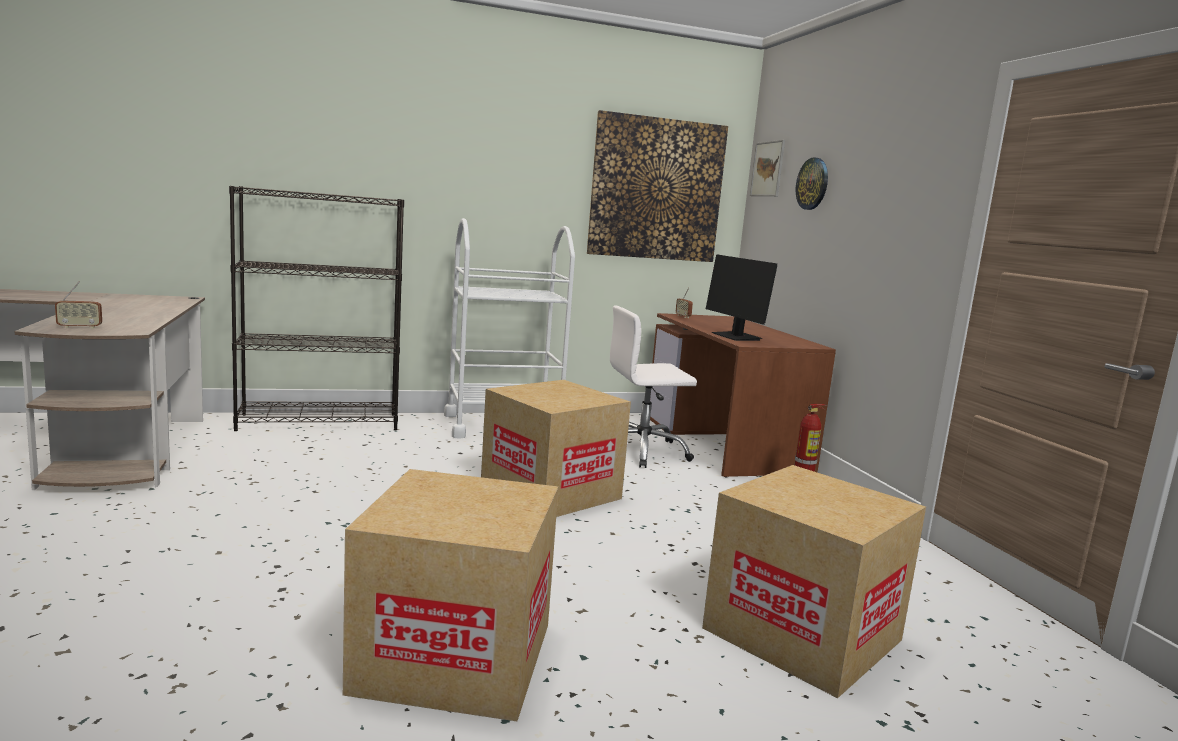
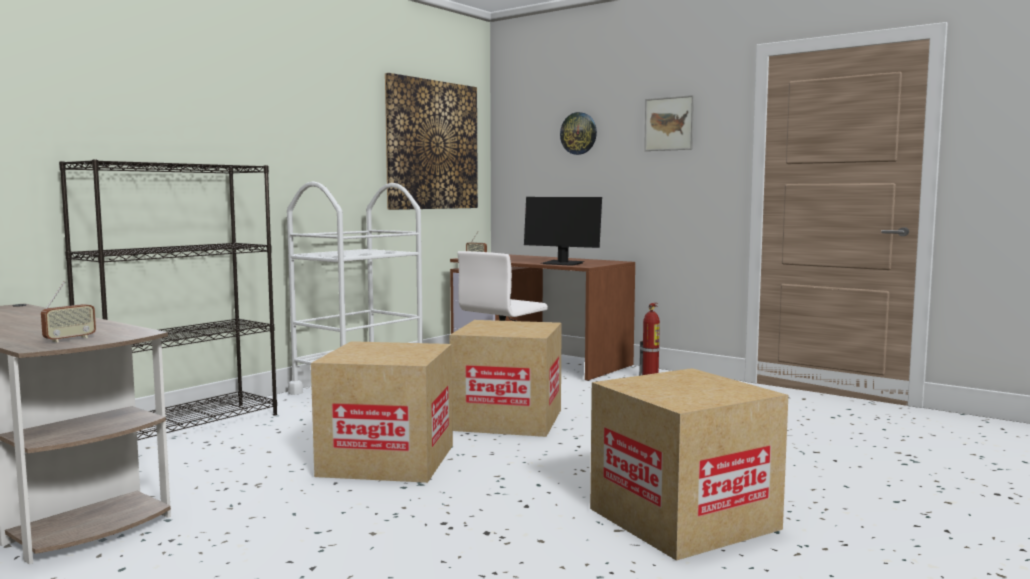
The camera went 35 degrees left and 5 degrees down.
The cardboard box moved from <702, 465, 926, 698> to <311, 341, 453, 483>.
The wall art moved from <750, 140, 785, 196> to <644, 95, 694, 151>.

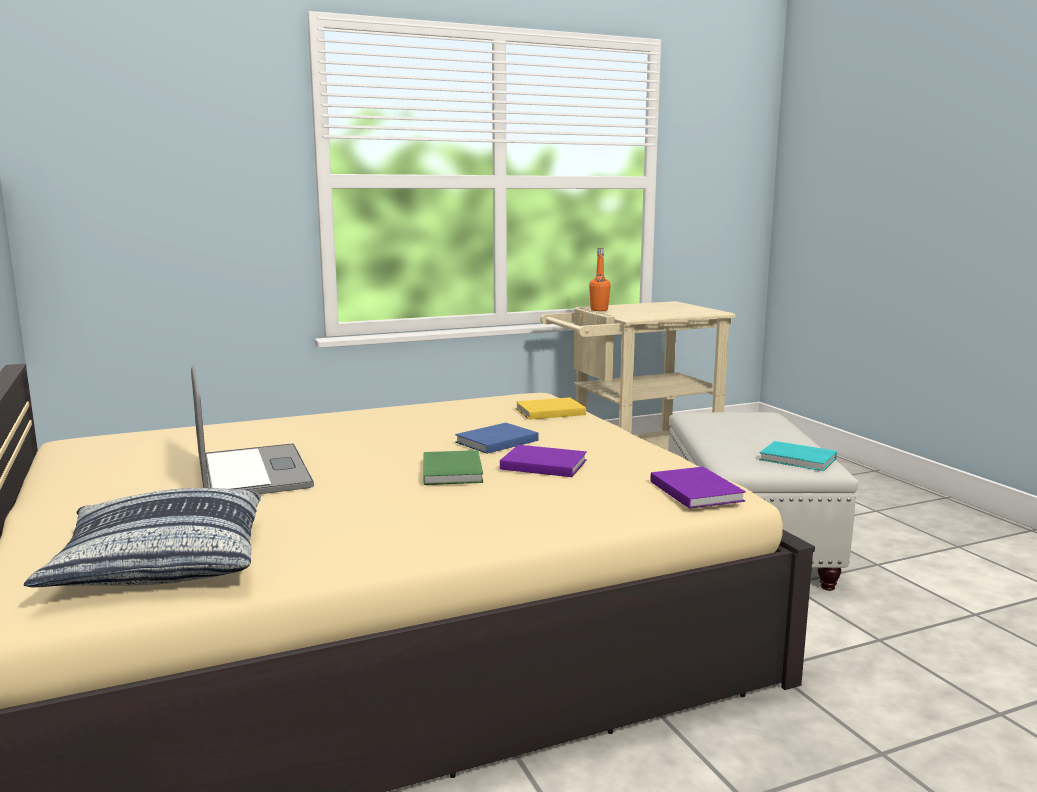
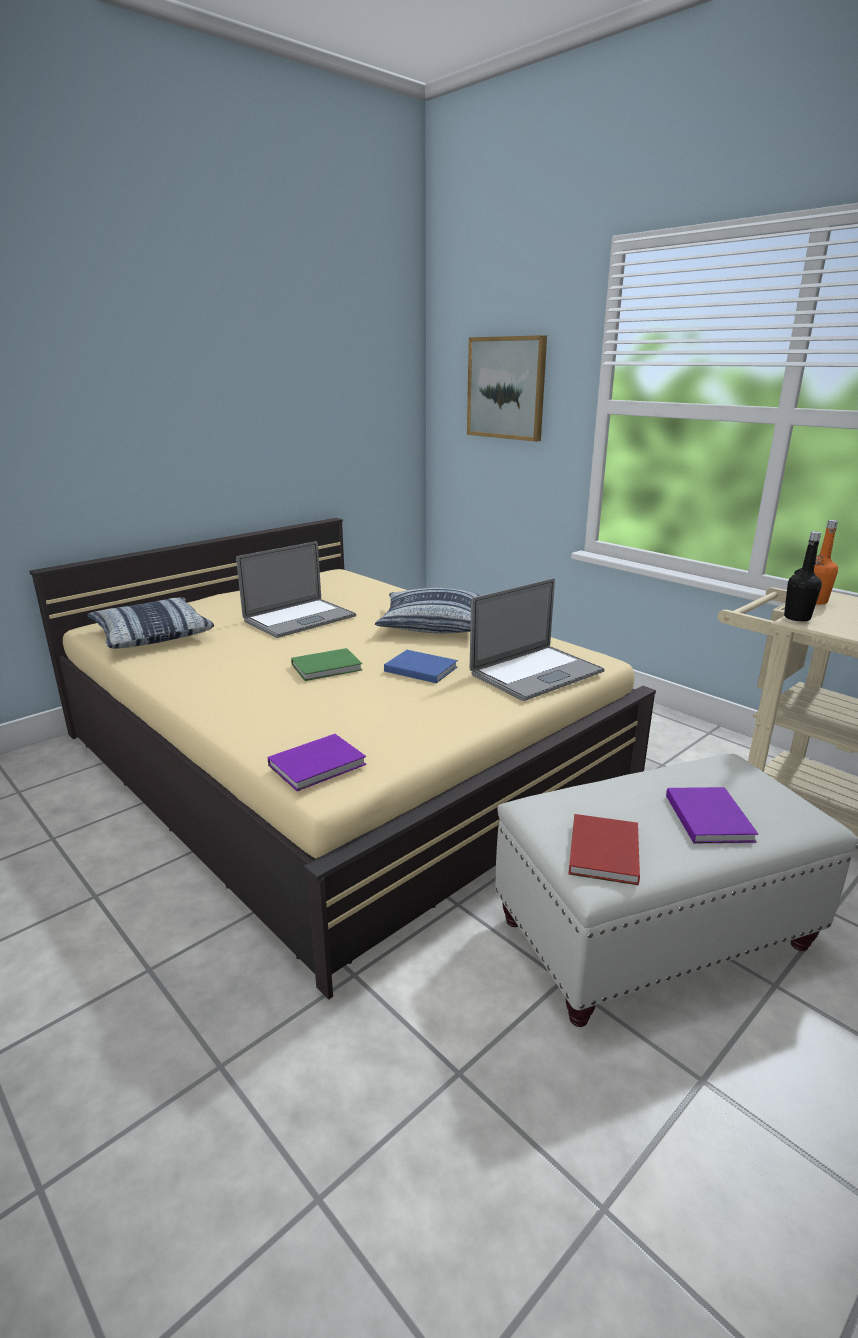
The camera went 70 degrees right and 10 degrees up.
The throw pillow at <375, 588, 480, 633> appeared.
The wall art at <467, 335, 547, 442> appeared.
The book/yellow at <516, 397, 586, 420> was replaced by the notebook computer at <470, 578, 604, 701>.
The book/turquoise-coloured at <759, 441, 837, 471> became the book/red-coloured at <568, 814, 640, 885>.
The book/purple-coloured moved from <500, 445, 587, 477> to <666, 787, 758, 843>.
The beverage bottle/black at <784, 531, 822, 622> appeared.

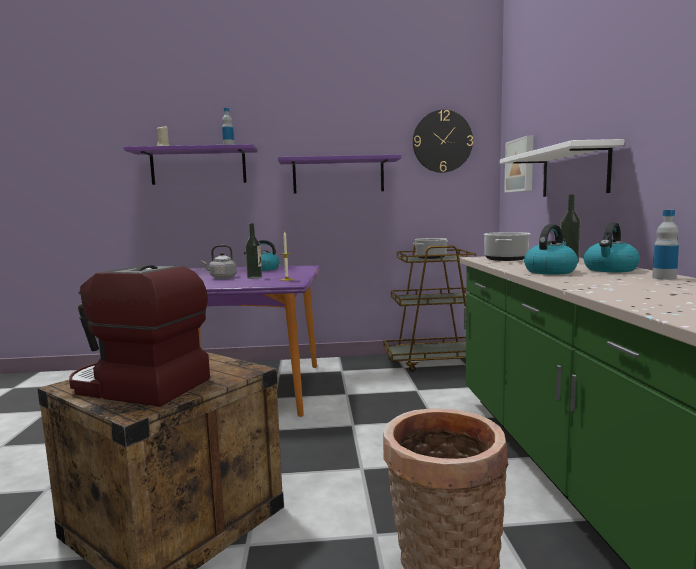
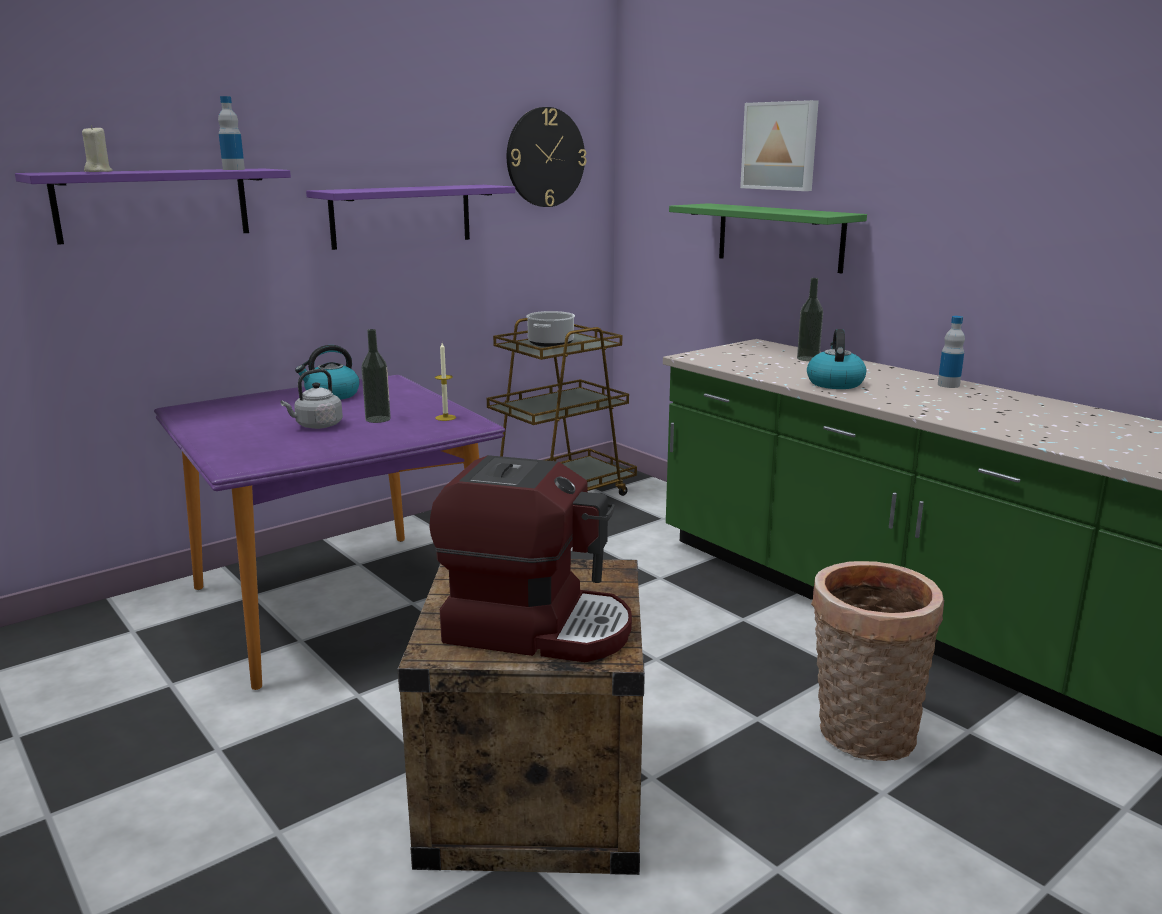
The camera went 35 degrees left and 10 degrees up.
The coffee machine at <69, 265, 210, 407> turned 150 degrees counterclockwise.
The shelf/whitish at <500, 139, 624, 197> became the shelf/green at <669, 203, 867, 273>.
The wall art moved from <504, 135, 533, 193> to <740, 100, 819, 191>.
The saucepot at <484, 232, 530, 261> disappeared.
The kettle at <584, 222, 640, 272> disappeared.

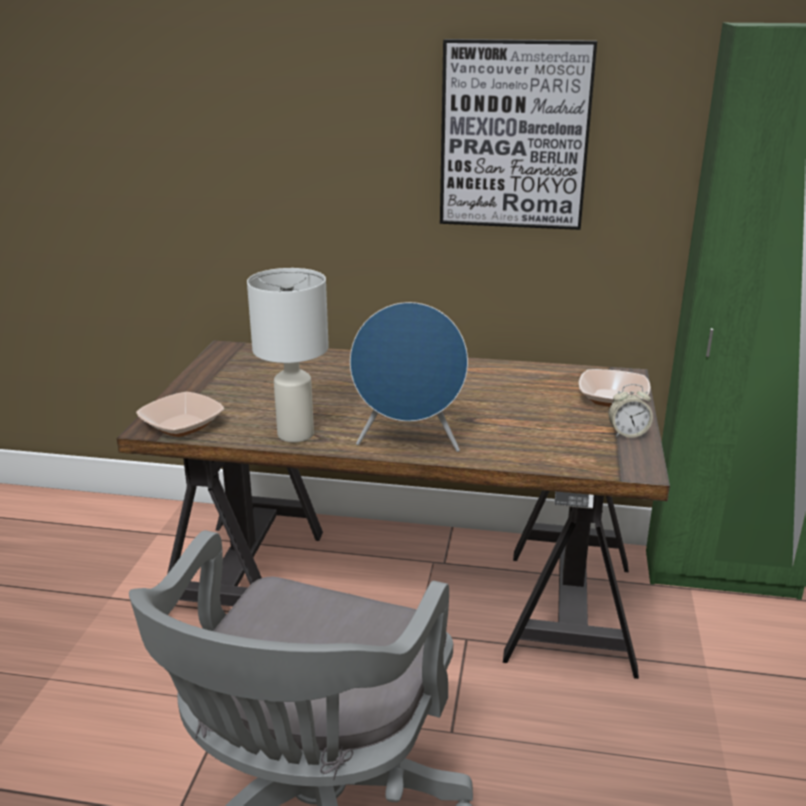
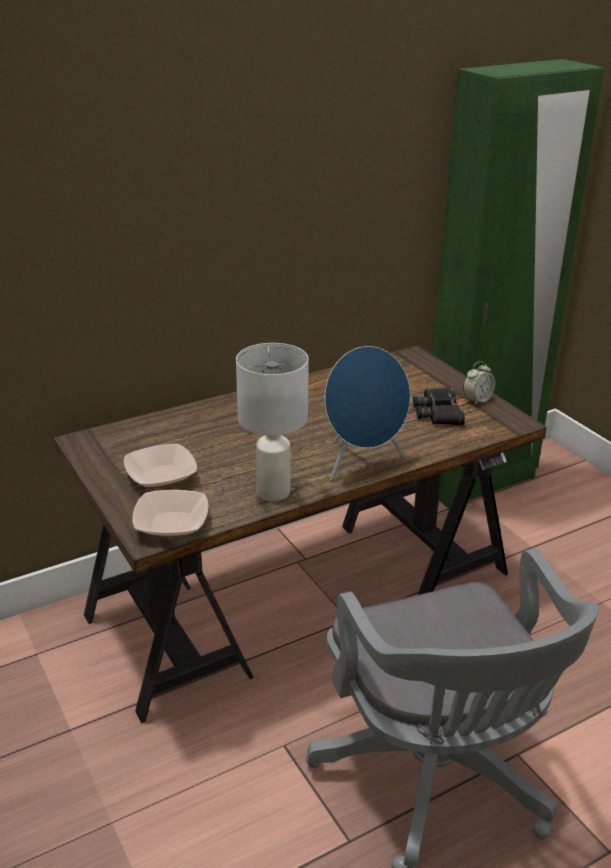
The camera went 40 degrees left and 5 degrees up.
The serving bowl moved from <579, 369, 651, 407> to <124, 444, 197, 489>.
The pair of binoculars/black at <413, 388, 465, 425> appeared.
The wall art at <440, 39, 597, 230> disappeared.

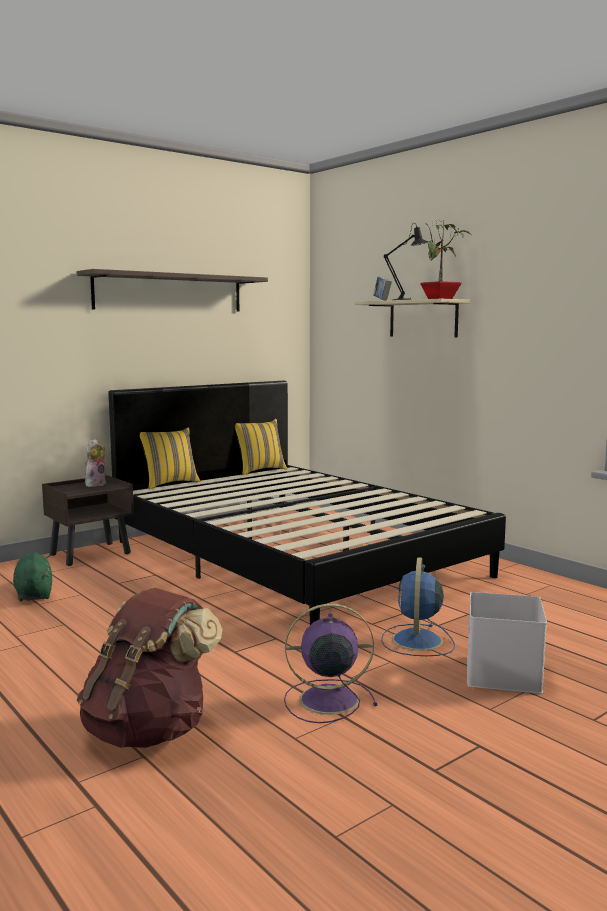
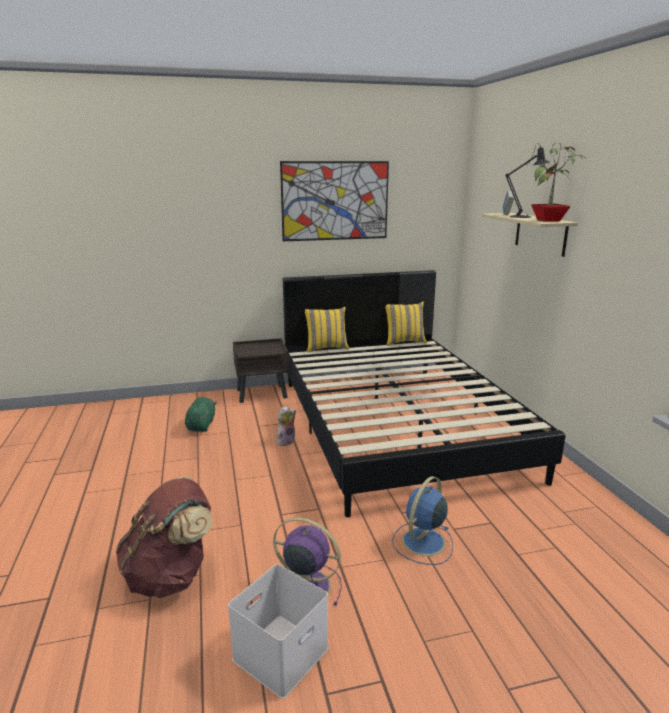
The camera went 25 degrees right and 10 degrees up.
The storage bin/whitish moved from <467, 592, 547, 694> to <228, 564, 329, 699>.
The plush toy moved from <85, 439, 106, 487> to <277, 406, 296, 446>.
The shelf at <77, 269, 268, 312> was replaced by the wall art at <280, 161, 389, 241>.

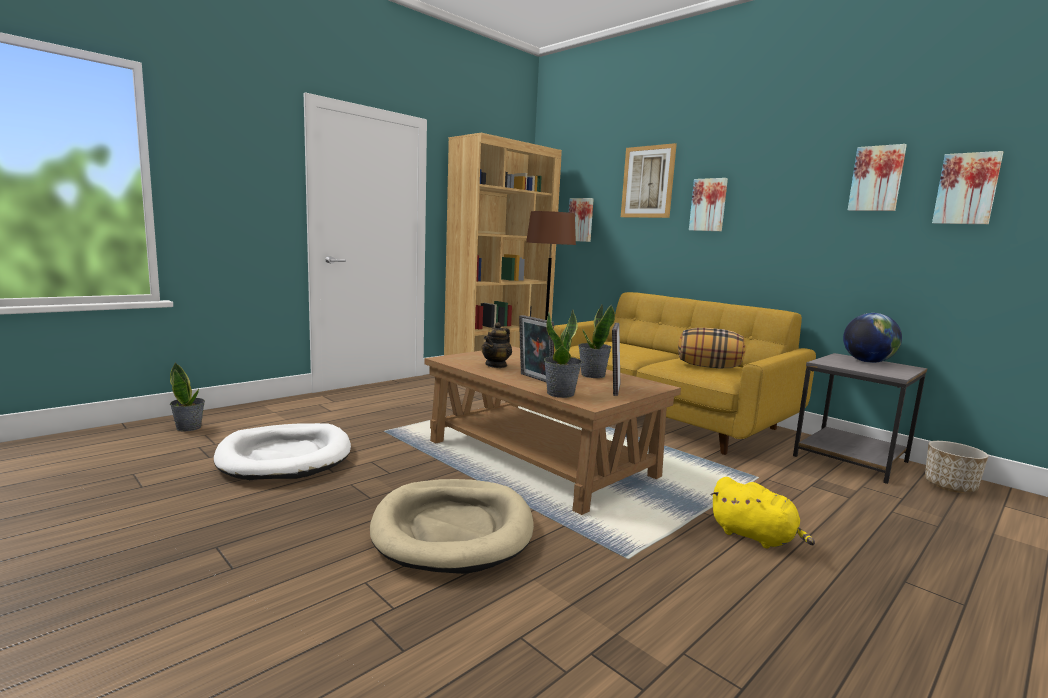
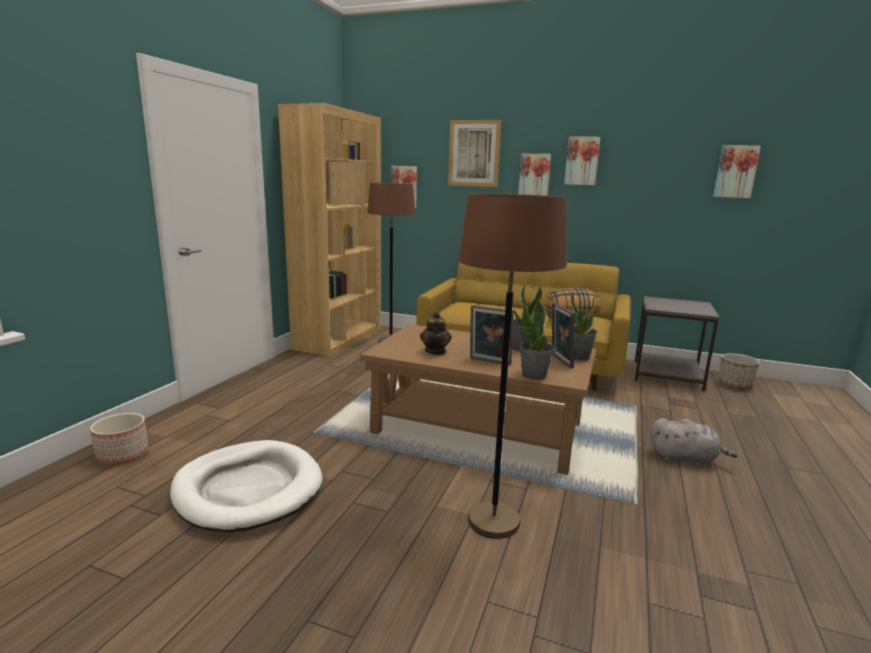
The camera went 25 degrees left and 5 degrees up.
The plant pot at <90, 413, 149, 465> appeared.
The dog bed/sand-coloured at <370, 479, 534, 574> was replaced by the standard lamp/brown at <459, 194, 567, 539>.
The wall art moved from <848, 144, 907, 211> to <564, 137, 600, 185>.
The houseplant moved from <170, 363, 205, 432> to <571, 291, 597, 360>.
The plush toy/yellow at <711, 477, 815, 549> became the plush toy/gray at <650, 418, 738, 466>.
The desk globe at <843, 313, 902, 363> disappeared.

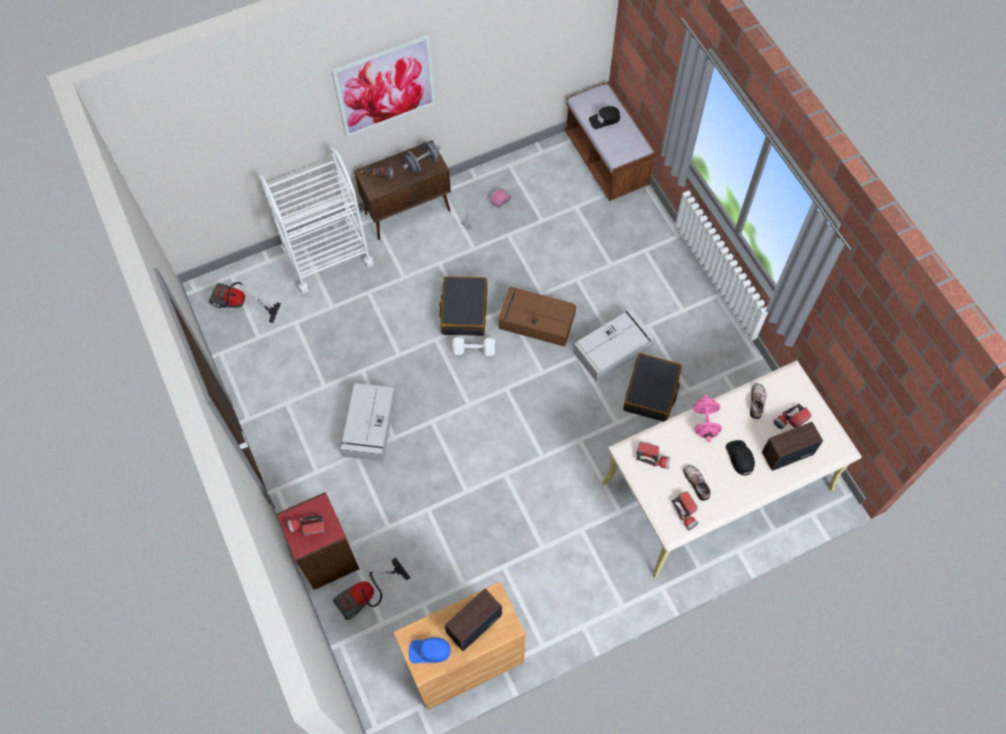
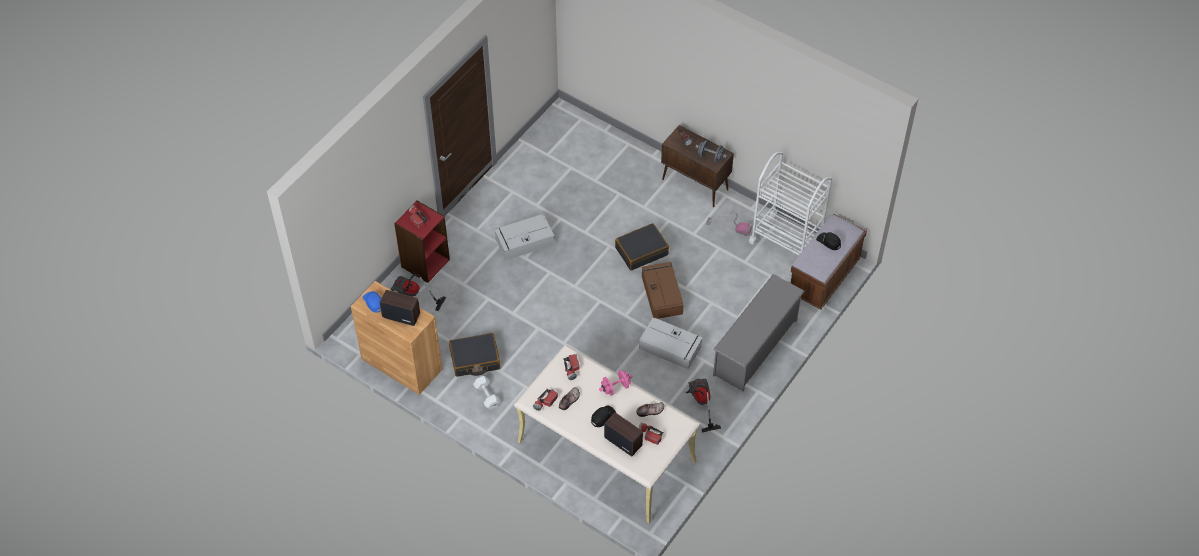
The camera went 60 degrees right and 10 degrees down.
The travel case/black moved from <623, 353, 682, 422> to <449, 333, 500, 377>.
The free weight/whitish moved from <452, 337, 496, 356> to <473, 376, 500, 409>.
The vacuum cleaner moved from <209, 282, 281, 323> to <686, 379, 721, 432>.
The shoe stand/gray at <713, 274, 805, 391> appeared.
The wheeled cart/whitish moved from <259, 148, 374, 294> to <749, 152, 832, 255>.
The wall art at <332, 34, 436, 138> disappeared.

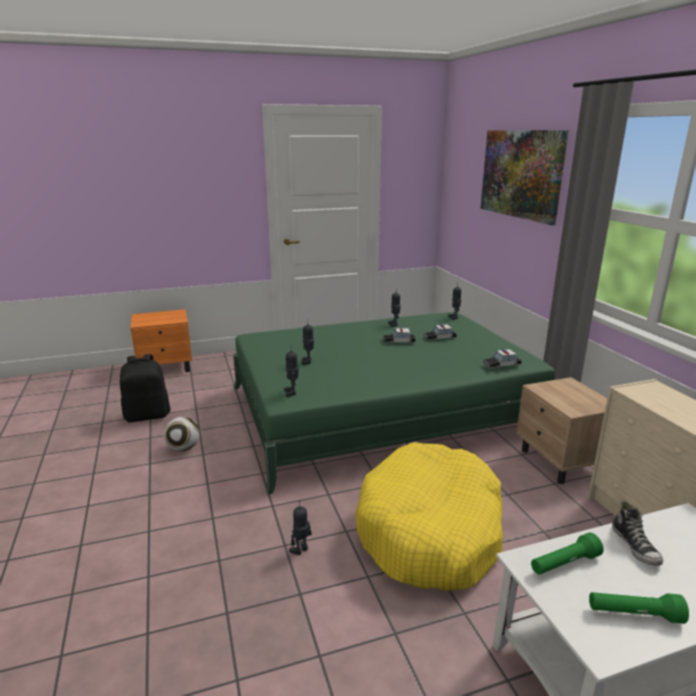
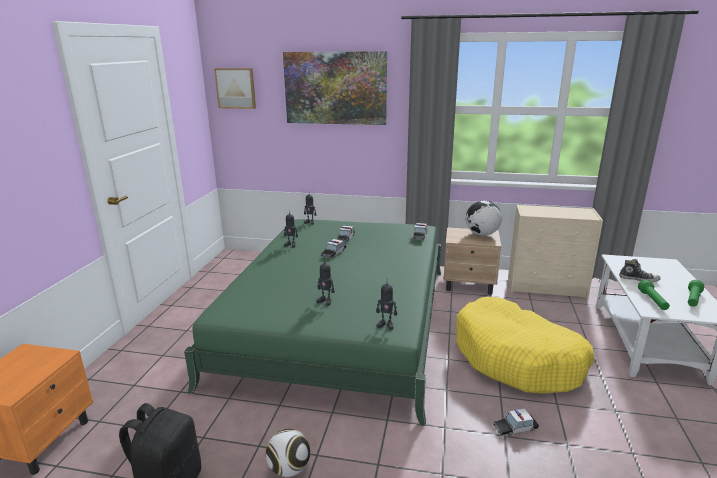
The camera went 60 degrees left and 0 degrees up.
The wall art at <214, 68, 256, 109> appeared.
The desk globe at <466, 201, 502, 236> appeared.
The model robot at <289, 501, 312, 555> was replaced by the model car at <493, 408, 539, 436>.

